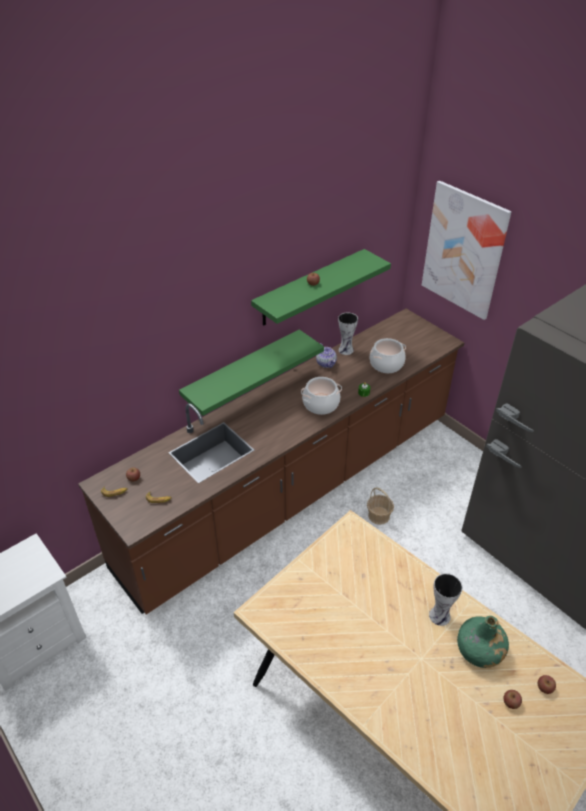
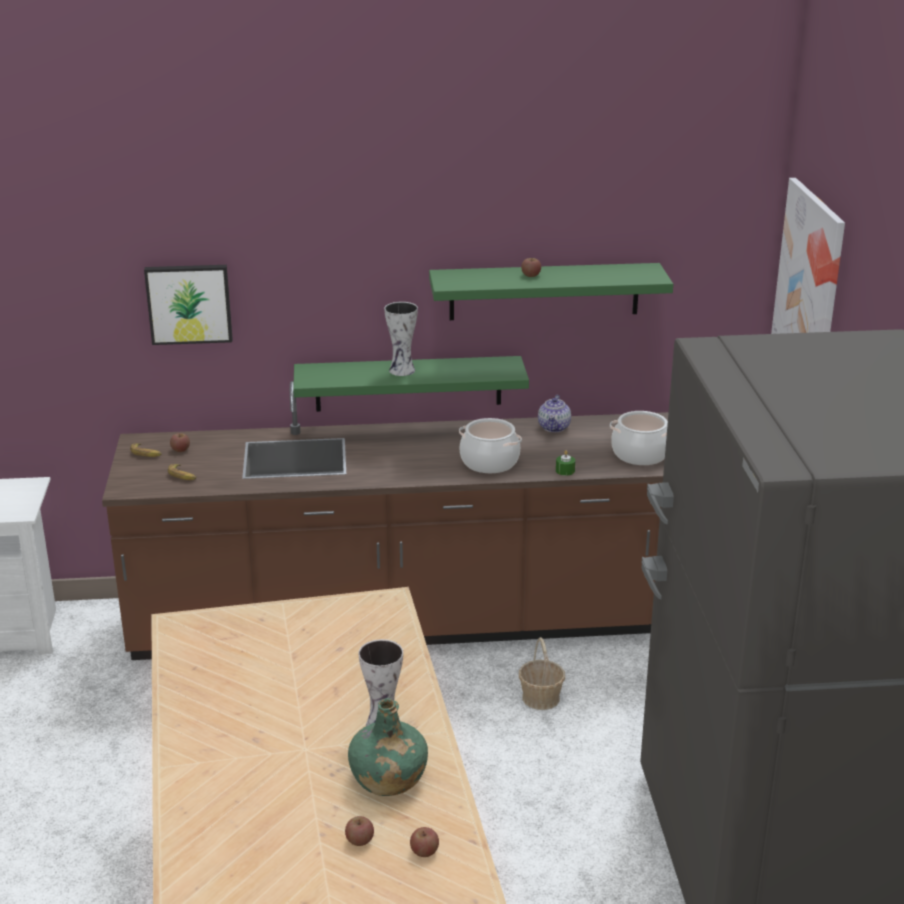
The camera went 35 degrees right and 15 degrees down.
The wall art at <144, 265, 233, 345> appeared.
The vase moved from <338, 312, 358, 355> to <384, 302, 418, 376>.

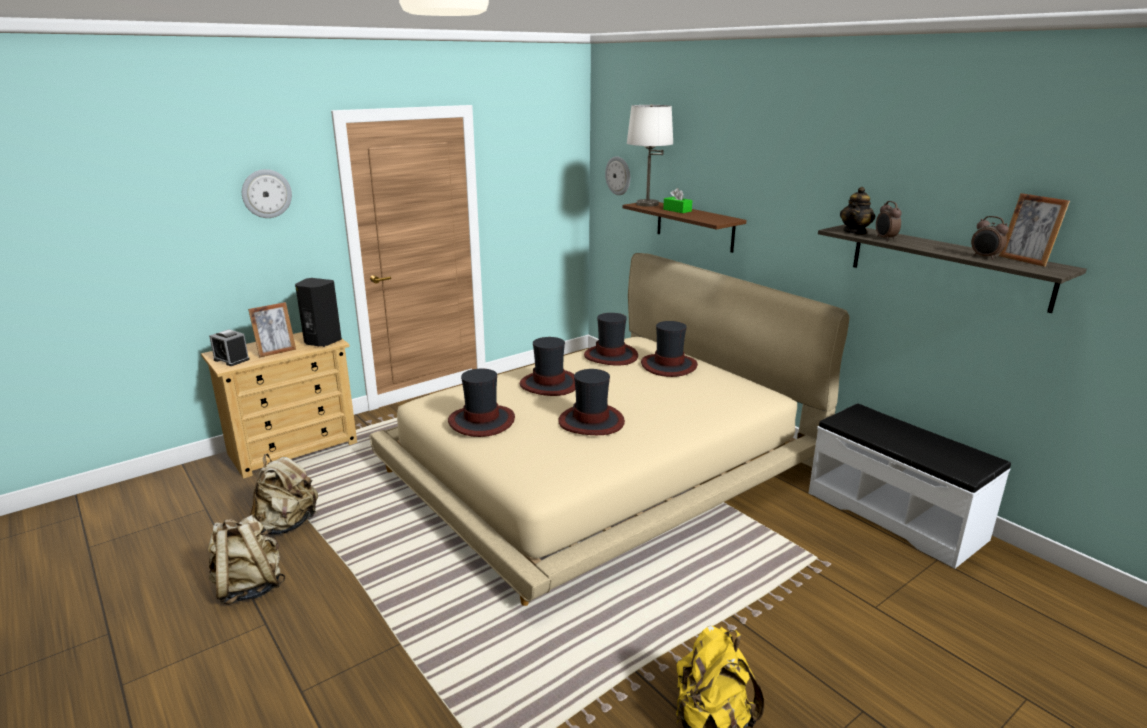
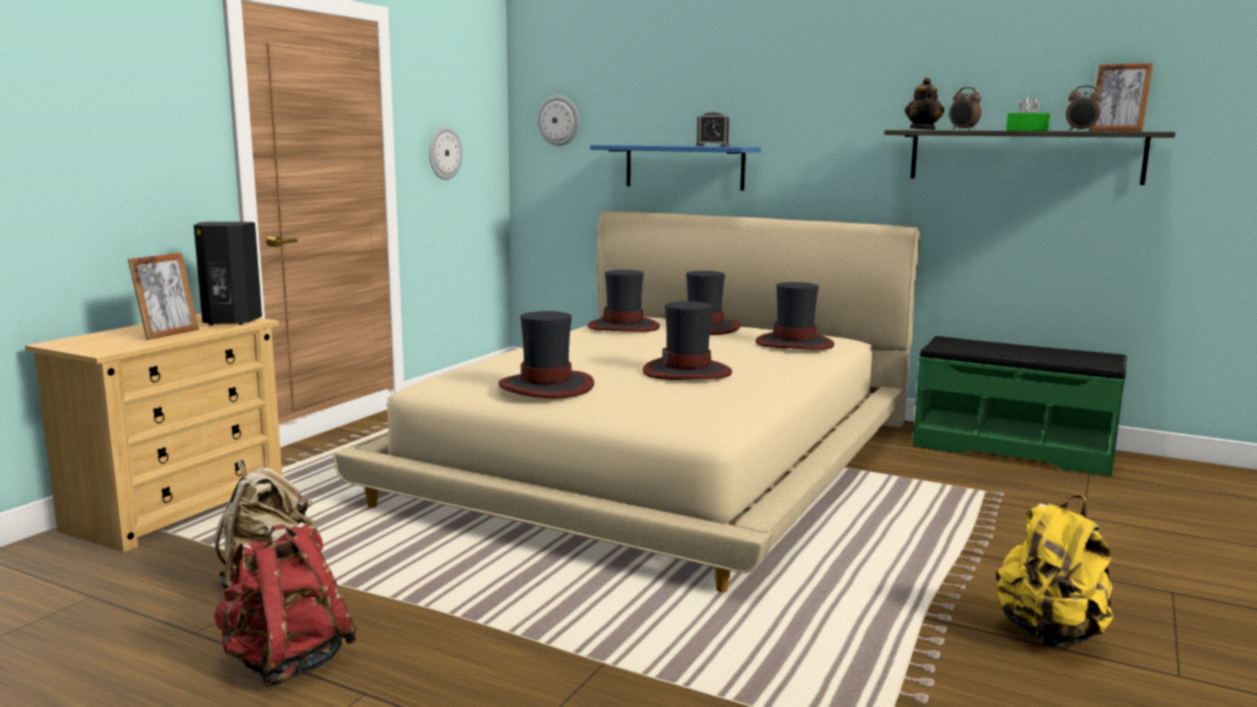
The camera went 25 degrees left and 10 degrees down.
The knapsack/sand-coloured at <208, 515, 285, 605> became the knapsack/red-coloured at <214, 522, 357, 687>.
The hanging clock moved from <242, 169, 292, 218> to <429, 126, 462, 180>.
The shelf/brown at <623, 202, 747, 253> became the shelf/blue-coloured at <590, 145, 761, 191>.
The alarm clock moved from <209, 329, 250, 366> to <695, 112, 730, 147>.
The clothing hat moved from <520, 337, 575, 396> to <755, 282, 834, 350>.
The indoor bench/whitish at <809, 403, 1011, 569> became the indoor bench/green at <913, 336, 1127, 477>.
The tissue holder/green moved from <663, 188, 692, 213> to <1006, 96, 1050, 131>.
The tabletop lamp/whitish at <627, 104, 673, 207> disappeared.

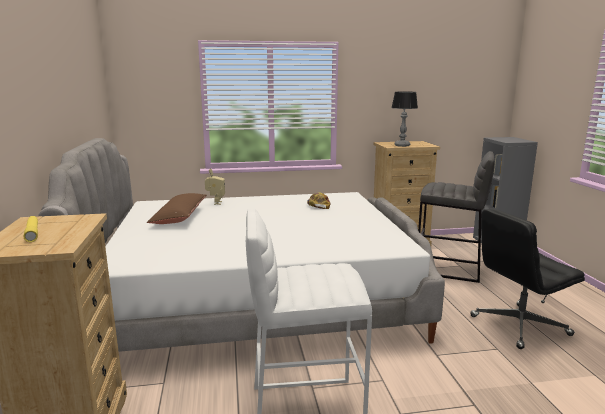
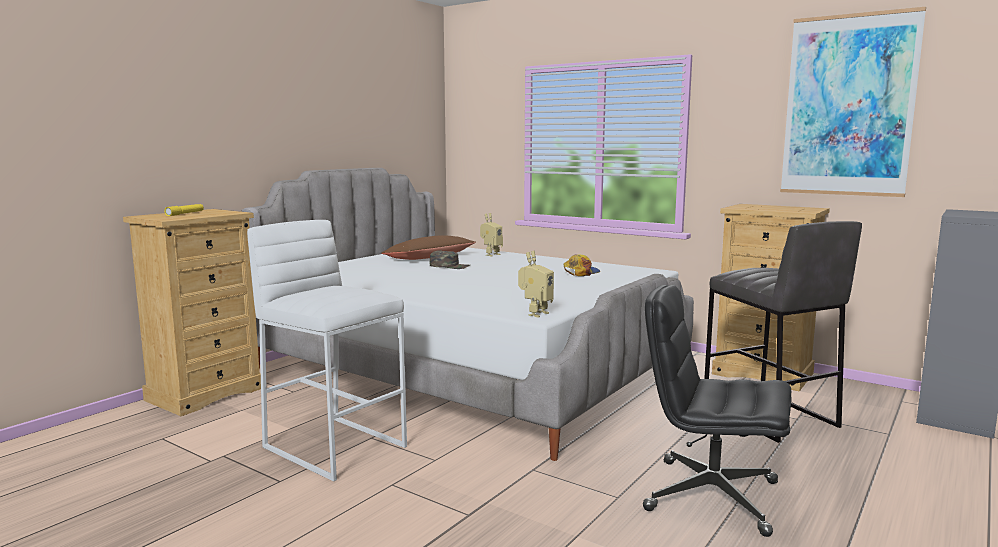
The camera went 45 degrees right and 5 degrees down.
The peaked cap/green at <429, 250, 470, 269> appeared.
The model robot at <518, 251, 554, 317> appeared.
The wall art at <780, 7, 926, 197> appeared.
The tabletop lamp at <391, 92, 418, 147> disappeared.

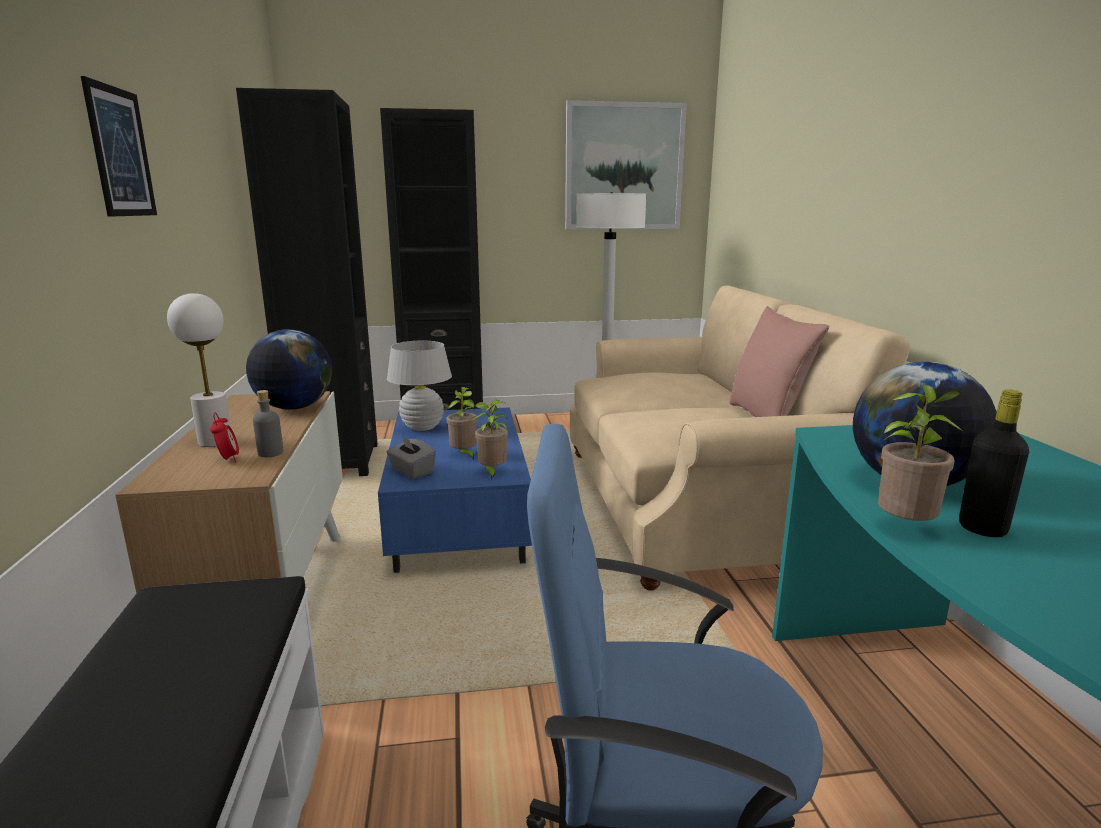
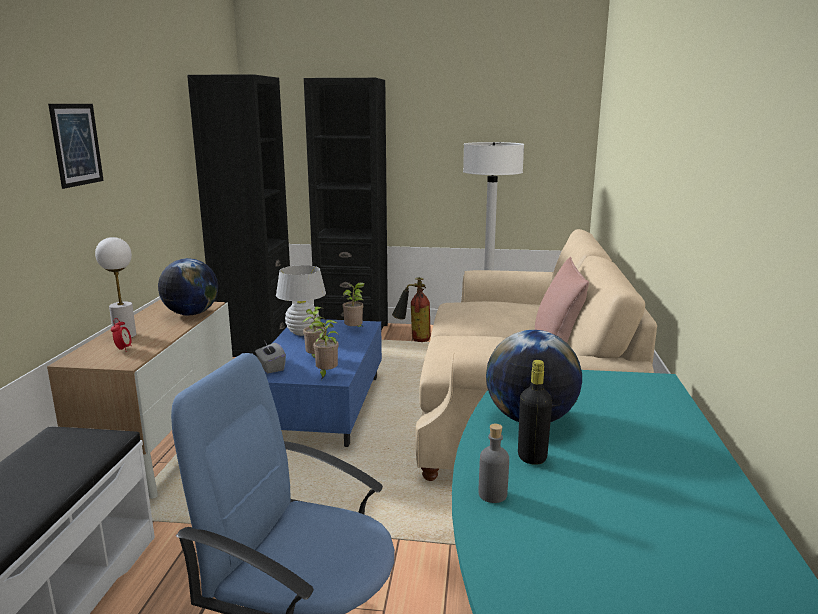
The camera went 15 degrees right and 0 degrees up.
The houseplant moved from <878, 385, 962, 521> to <342, 283, 365, 327>.
The extinguisher at <392, 277, 431, 342> appeared.
The beverage bottle/gray moved from <253, 390, 283, 457> to <479, 424, 509, 503>.
The wall art at <565, 100, 687, 229> disappeared.

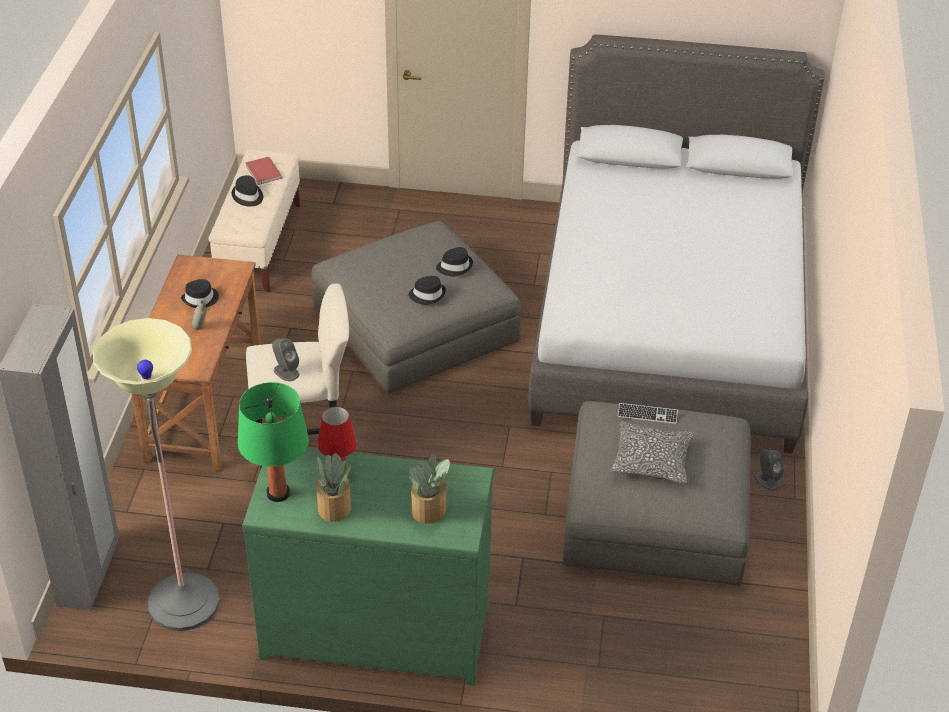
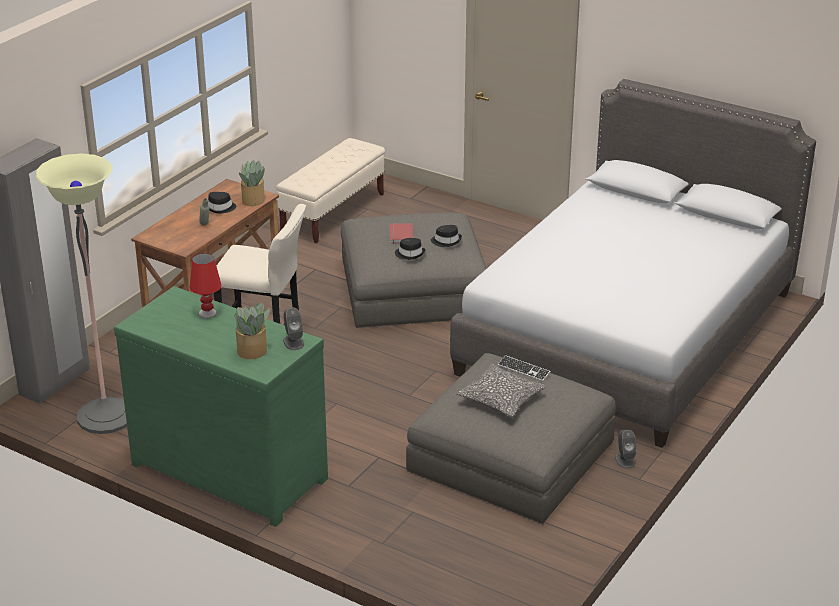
The camera went 25 degrees right and 10 degrees down.
The houseplant moved from <315, 453, 351, 522> to <239, 160, 265, 206>.
The speaker/gray moved from <272, 338, 299, 381> to <283, 308, 304, 350>.
The book/red-coloured moved from <246, 157, 283, 185> to <389, 223, 414, 243>.
The clothing hat/black at <232, 175, 263, 207> disappeared.
The tabletop lamp/green at <238, 382, 309, 502> disappeared.

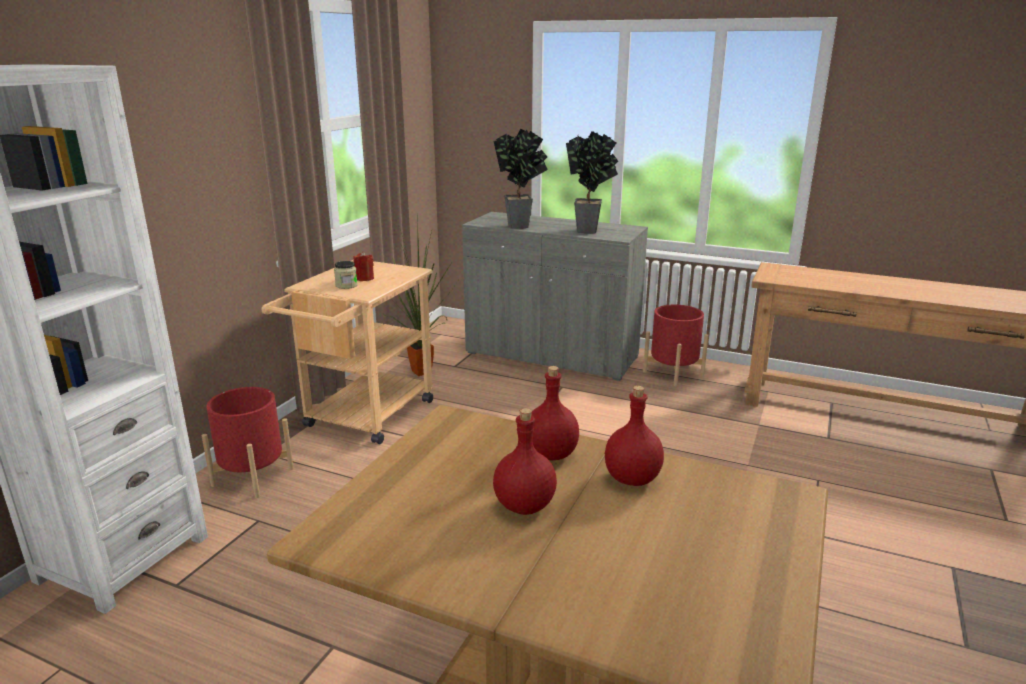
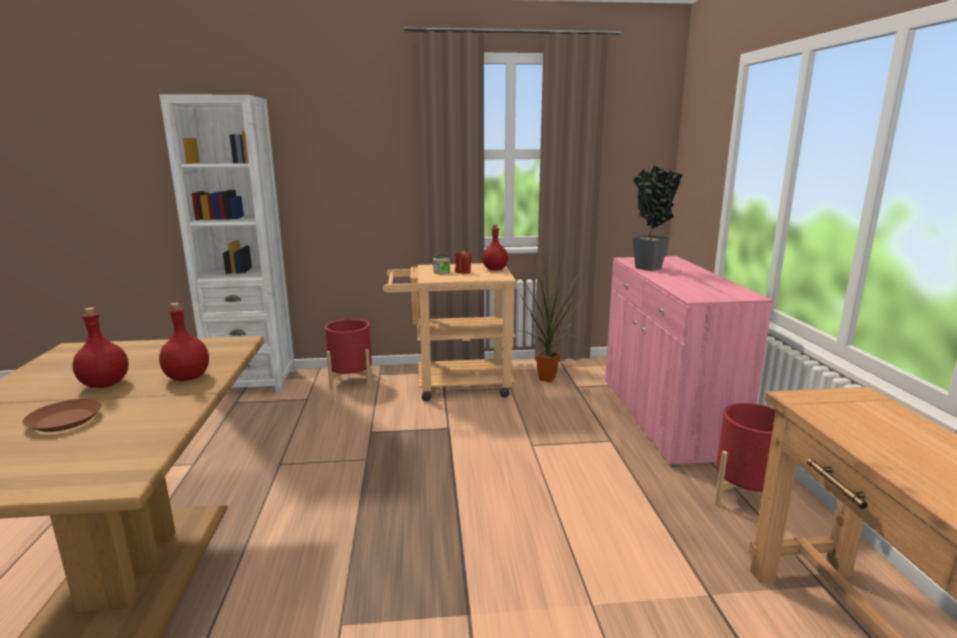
The camera went 60 degrees right and 5 degrees down.
The flat dish/brown at <22, 399, 102, 432> appeared.
The beverage bottle/red-coloured moved from <605, 386, 664, 486> to <482, 225, 508, 271>.
The cupboard/gray at <462, 212, 648, 381> became the cupboard/pink at <605, 256, 773, 467>.
The houseplant at <566, 131, 618, 234> disappeared.

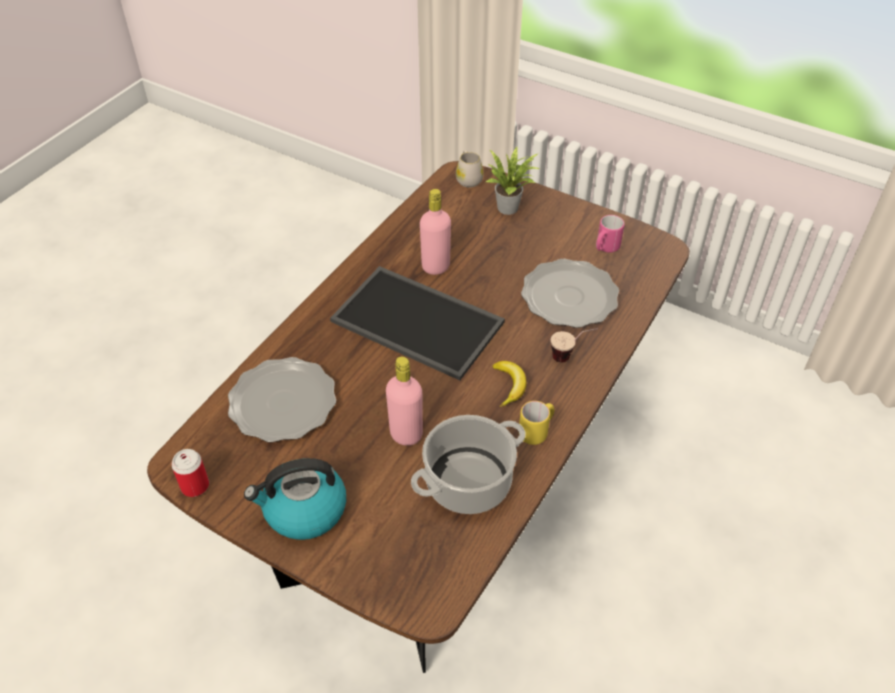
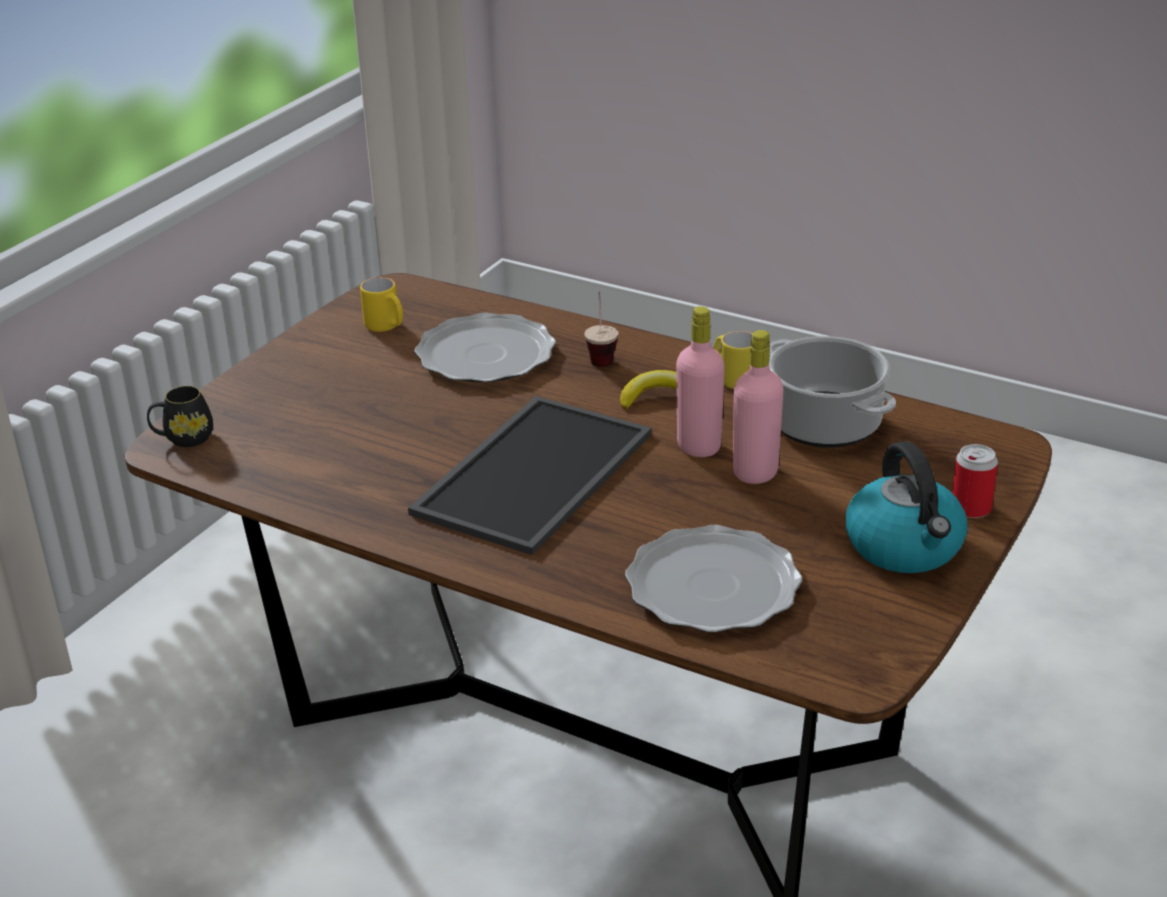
The camera went 90 degrees left and 15 degrees down.
The mug/whitish at <456, 150, 484, 188> became the mug/black at <147, 386, 213, 447>.
The mug/pink at <596, 215, 625, 253> became the mug/yellow at <360, 277, 403, 332>.
The beverage bottle/pink moved from <420, 189, 451, 275> to <676, 306, 725, 457>.
The sealed can moved from <172, 449, 209, 497> to <952, 444, 998, 518>.
The houseplant at <486, 147, 540, 215> disappeared.

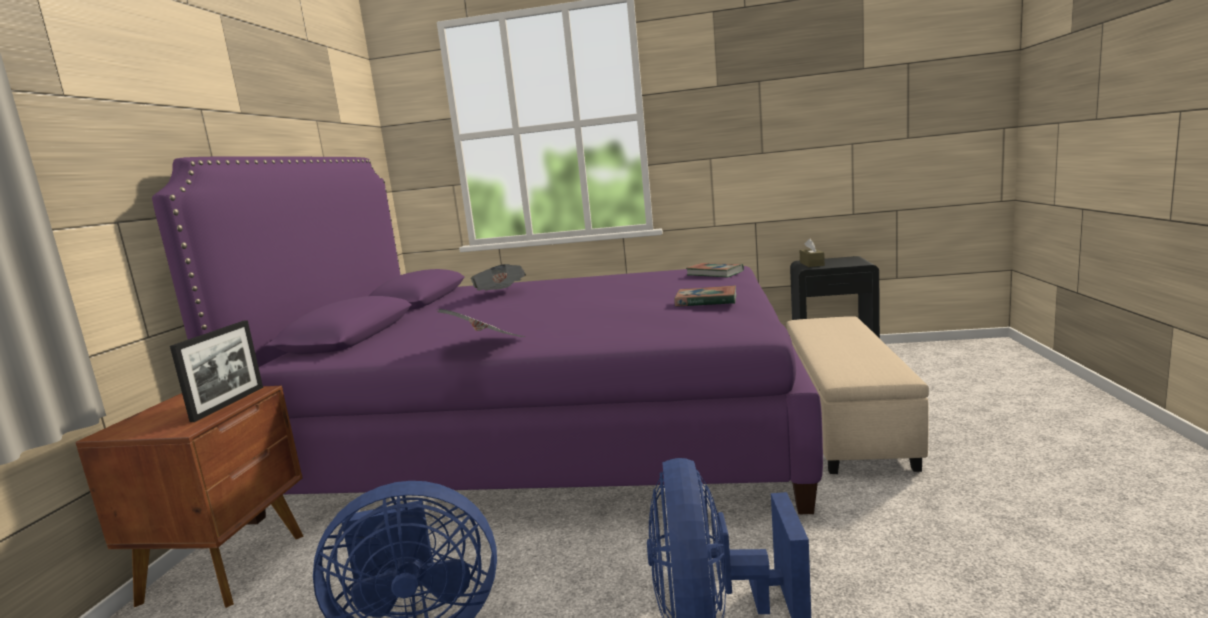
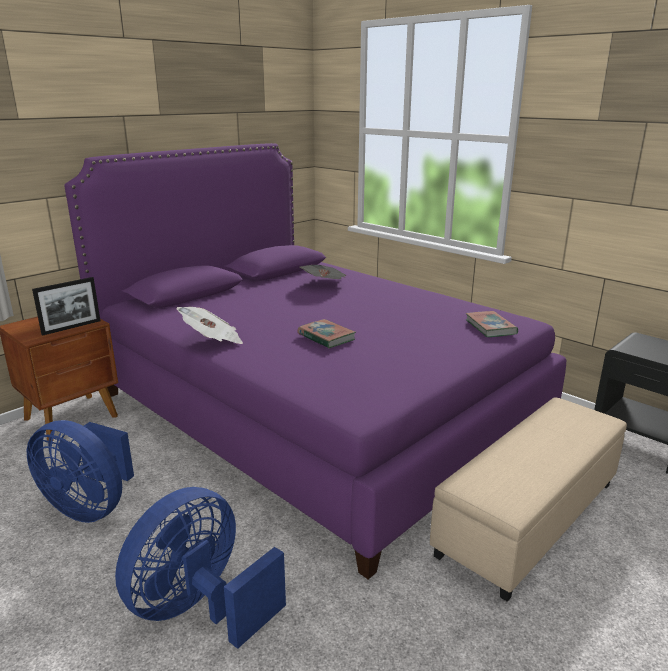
The camera went 35 degrees right and 10 degrees up.
The book moved from <674, 285, 736, 307> to <298, 319, 356, 348>.
The tissue holder/brown at <800, 239, 825, 267> disappeared.

